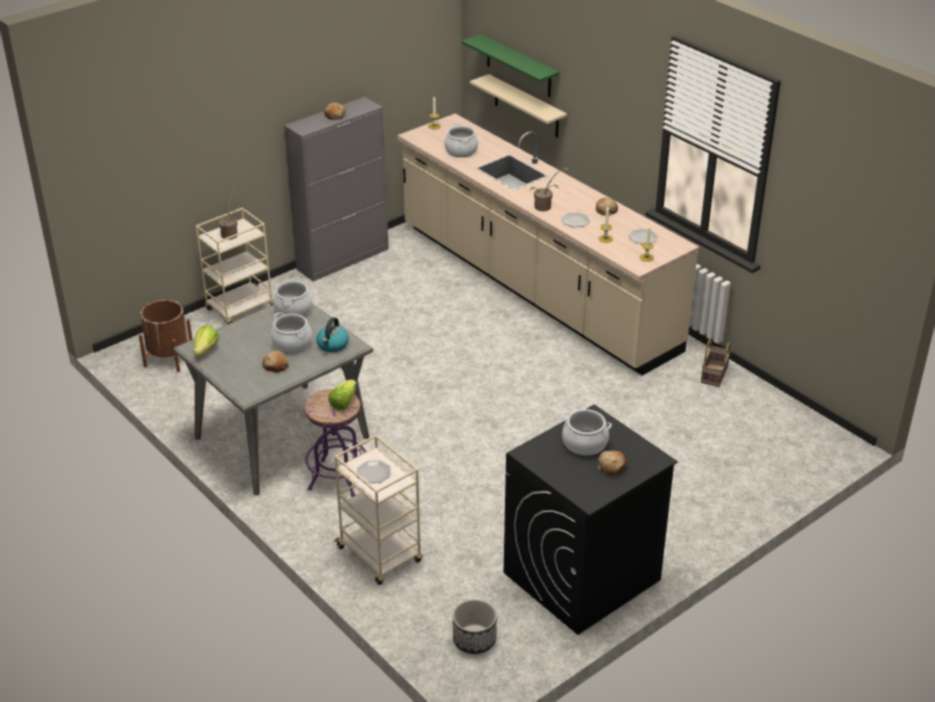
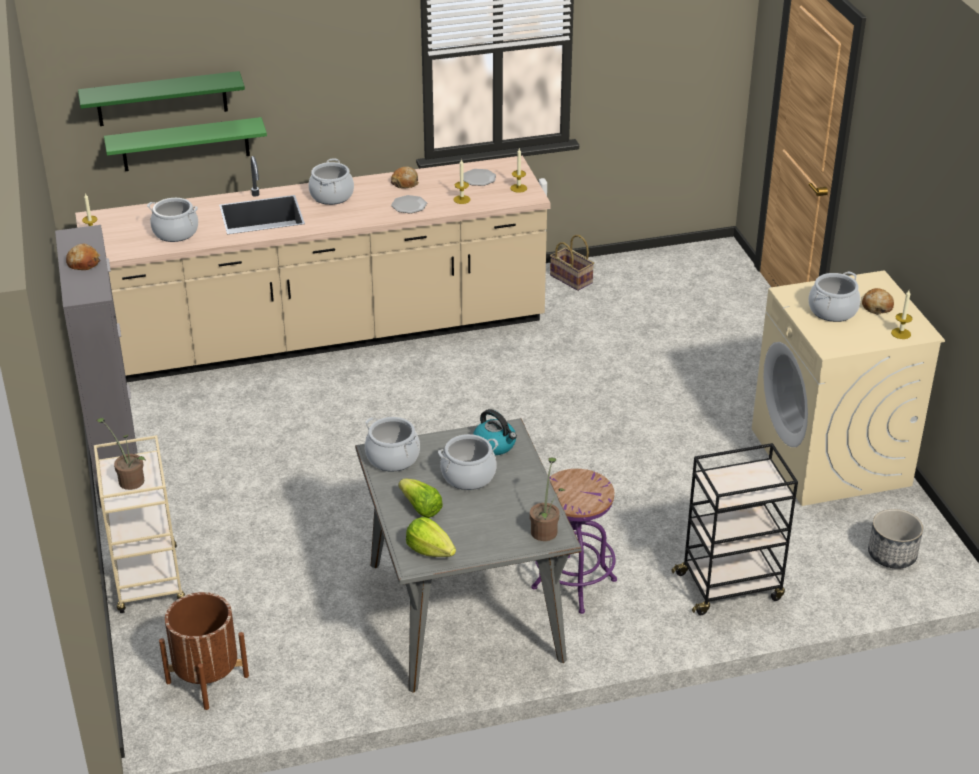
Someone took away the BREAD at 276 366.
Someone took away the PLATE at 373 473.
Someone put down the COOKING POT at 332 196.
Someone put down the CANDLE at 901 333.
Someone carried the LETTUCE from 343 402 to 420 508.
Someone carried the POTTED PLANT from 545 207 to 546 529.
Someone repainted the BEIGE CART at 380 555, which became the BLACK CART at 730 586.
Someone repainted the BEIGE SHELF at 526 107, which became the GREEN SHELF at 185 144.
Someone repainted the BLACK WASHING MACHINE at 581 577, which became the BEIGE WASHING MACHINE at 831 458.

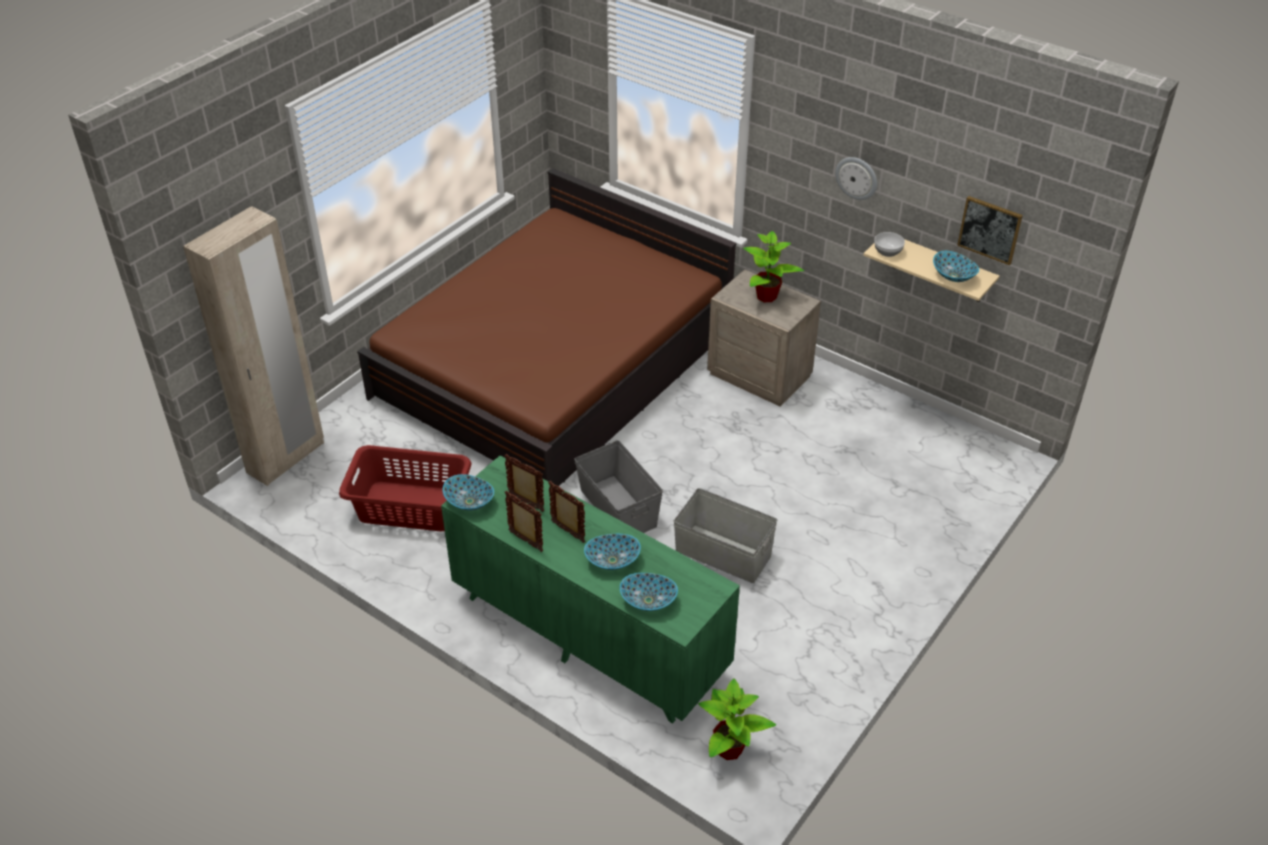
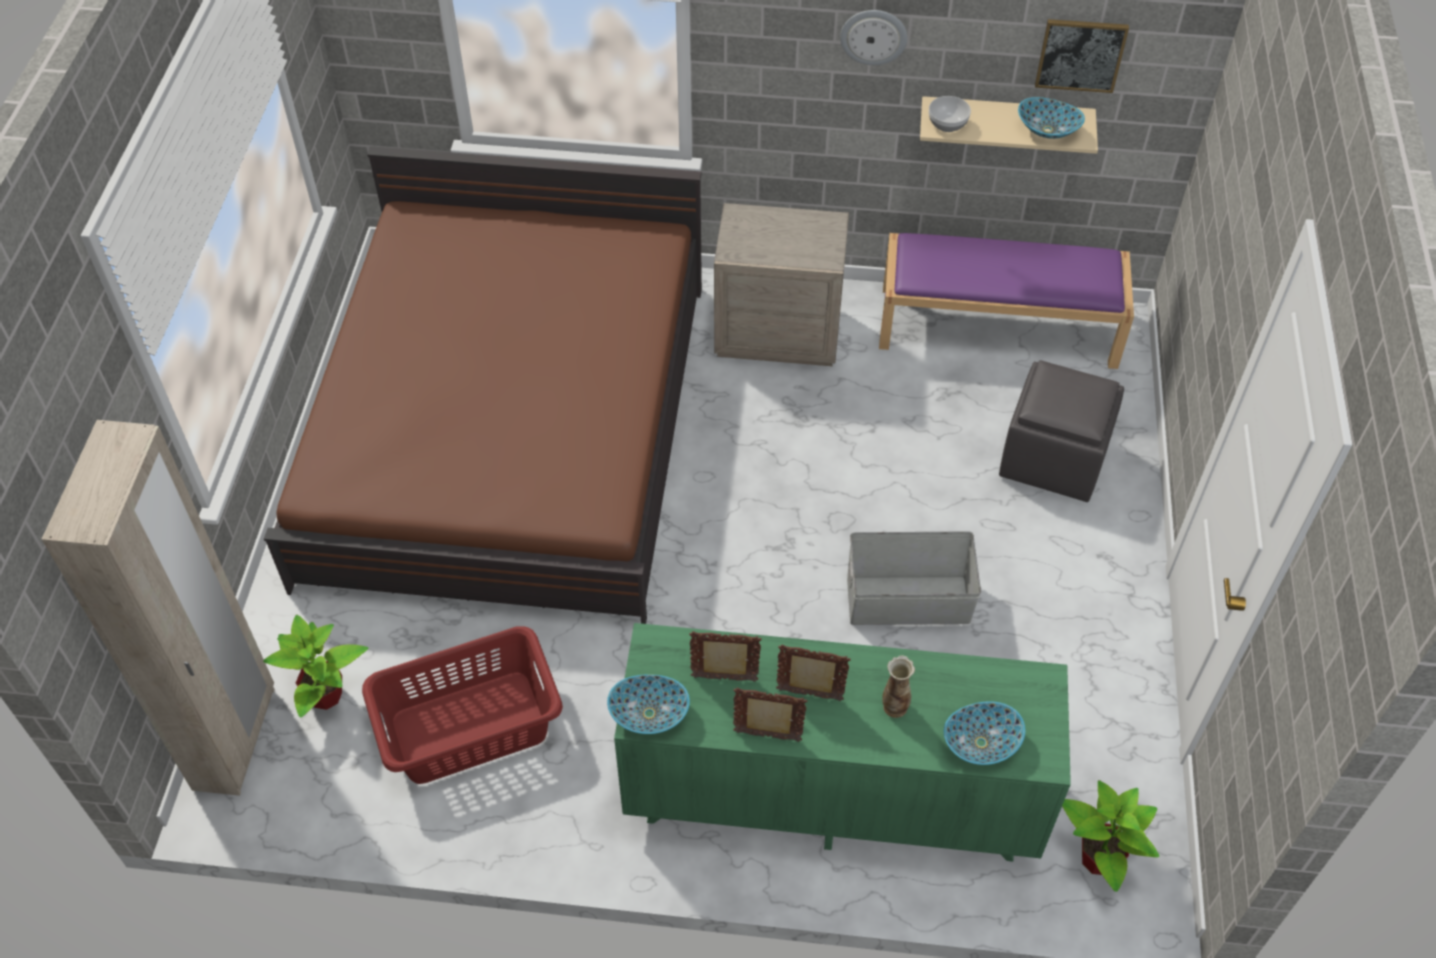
Someone took away the GREY STORAGE BOX at 618 507.
Someone put down the PURPLE BENCH at 999 326.
Someone put down the GREY OTTOMAN at 1054 457.
Someone carried the POTTED PLANT from 766 296 to 326 696.
Someone swapped the BOWL at 612 560 for the VASE at 894 708.

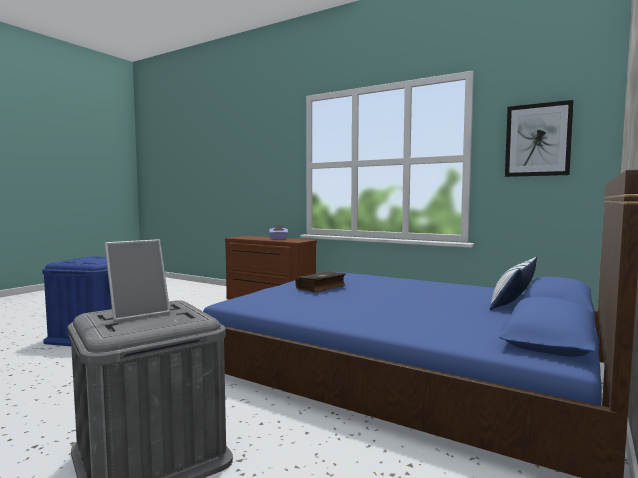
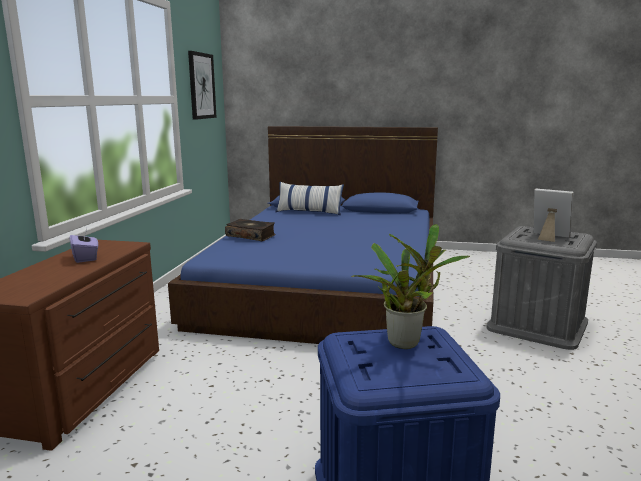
Someone put down the POTTED PLANT at 407 342.
Someone carried the BOOK from 322 287 to 251 236.

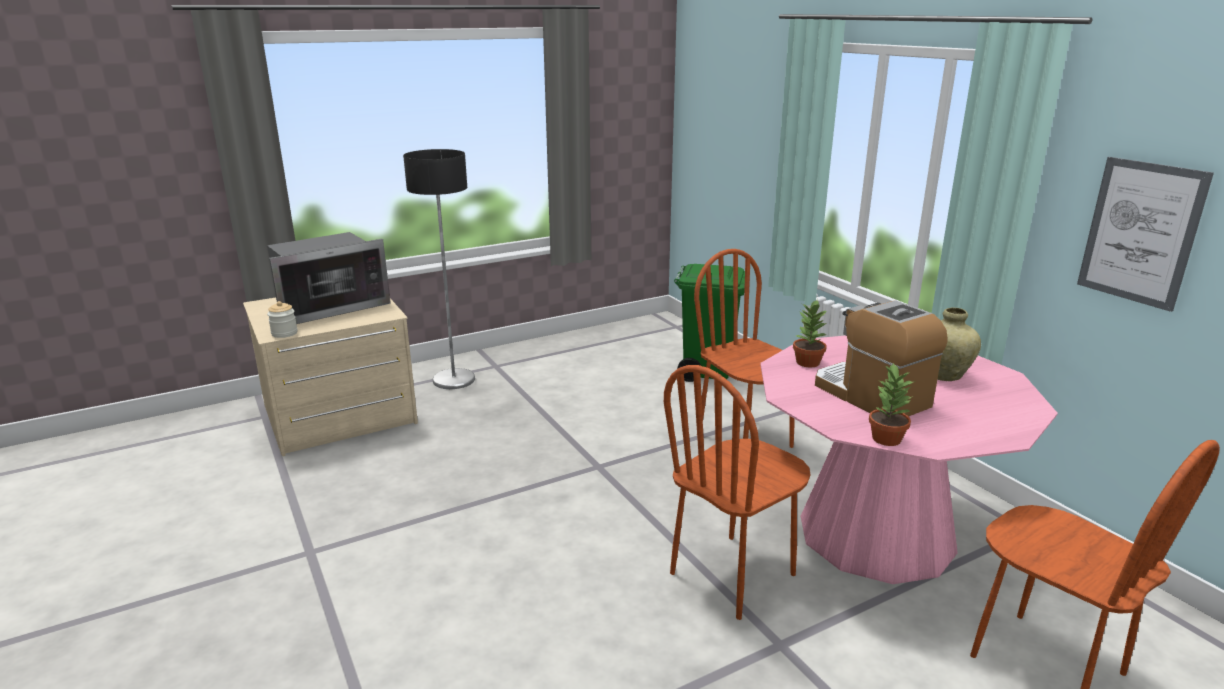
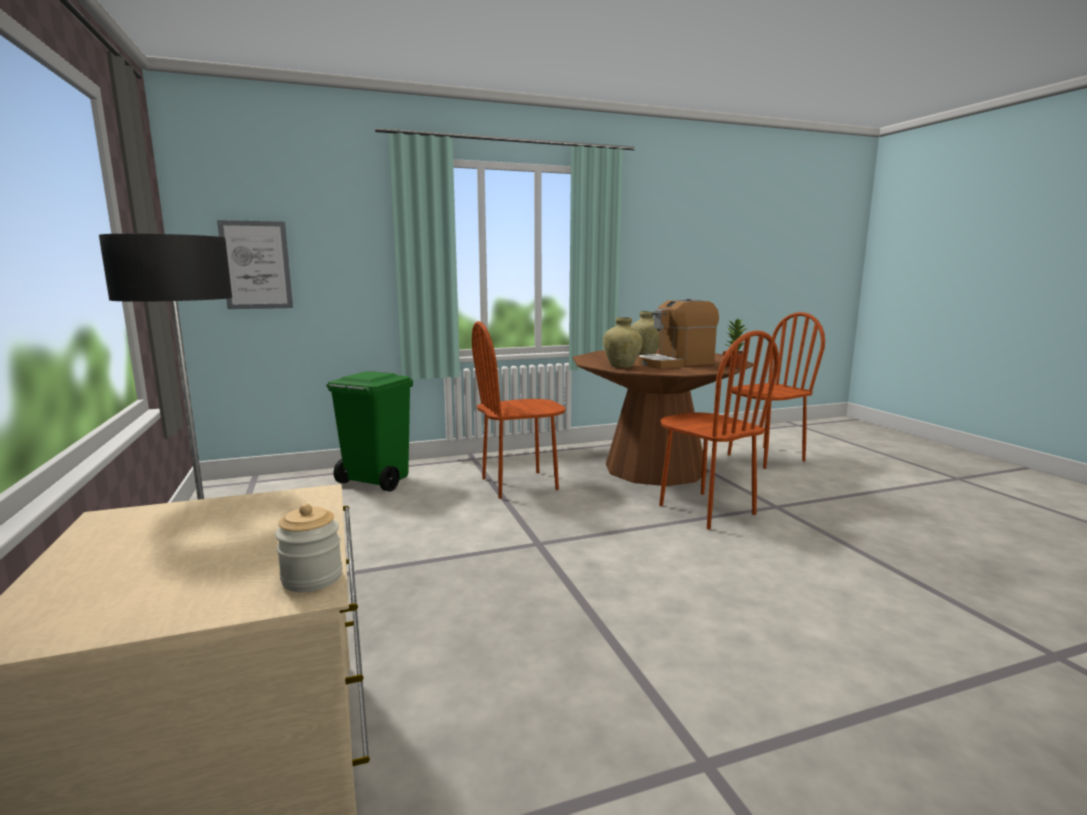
Someone took away the MICROWAVE at 329 307.
Someone carried the PICTURE from 1140 232 to 256 265.
Someone swapped the POTTED PLANT at 807 362 for the BEIGE VASE at 621 366.
Someone repainted the PINK DINING TABLE at 875 534, which became the BROWN DINING TABLE at 655 468.

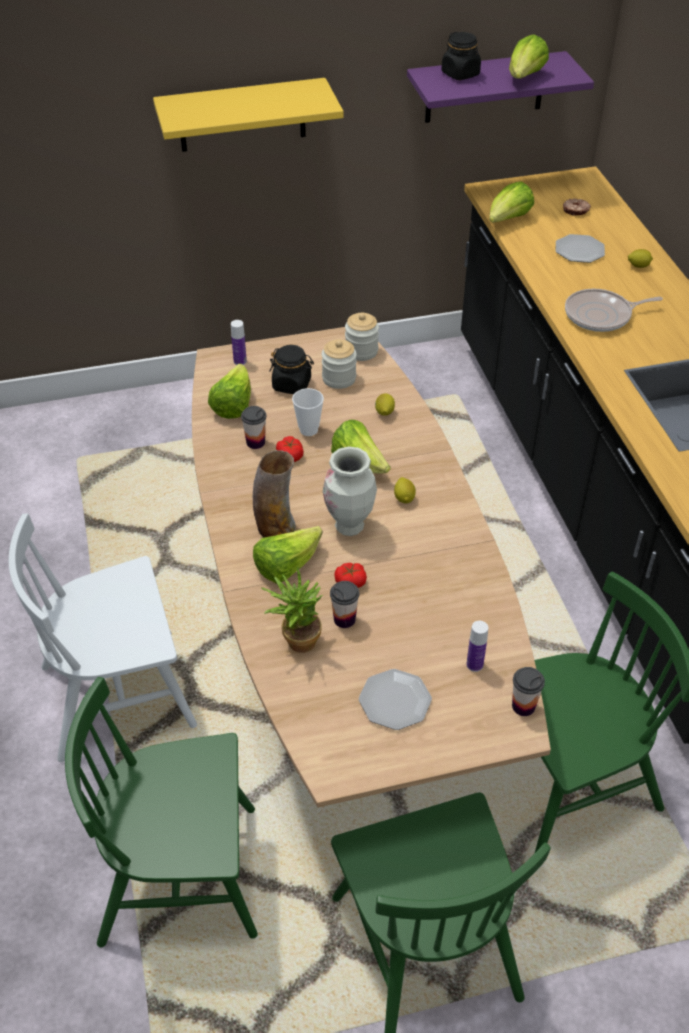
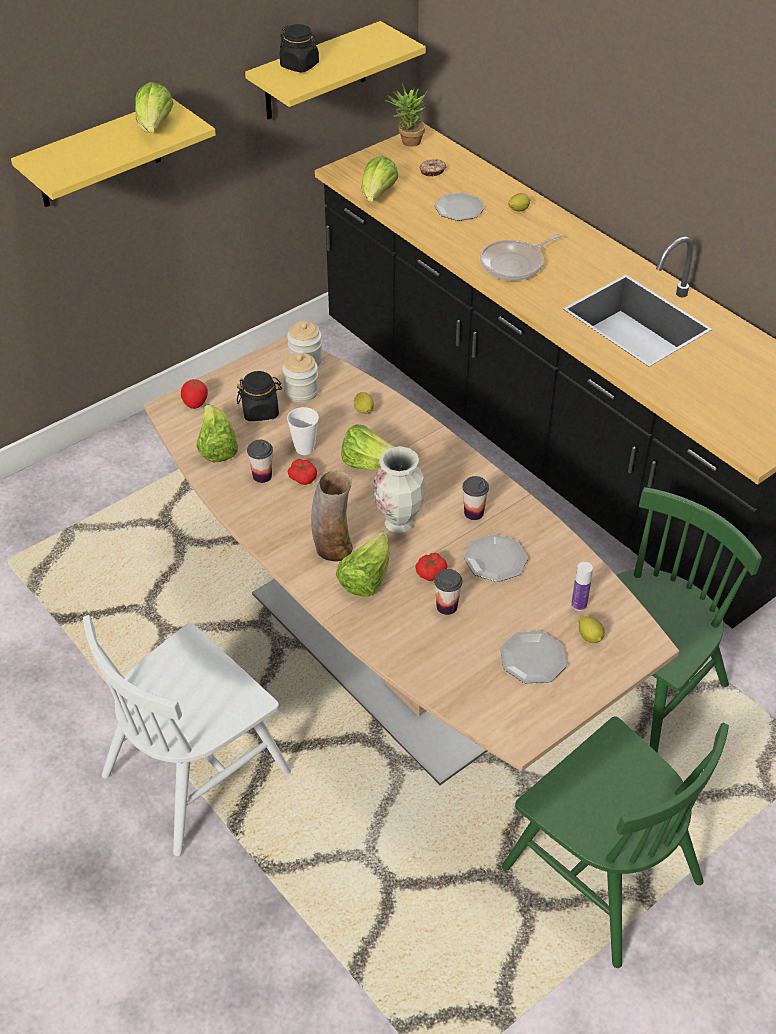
Someone took away the GREEN CHAIR at 181 874.
Someone put down the PLATE at 495 559.
Someone carried the POTTED PLANT from 296 640 to 407 142.
Someone carried the LEMON from 404 498 to 590 637.
Someone carried the LETTUCE from 524 77 to 154 127.
Someone carried the CUP from 523 706 to 473 513.
Someone swapped the BOTTLE at 240 361 for the TOMATO at 195 403.
Someone repainted the PURPLE SHELF at 485 87, which became the YELLOW SHELF at 315 72.

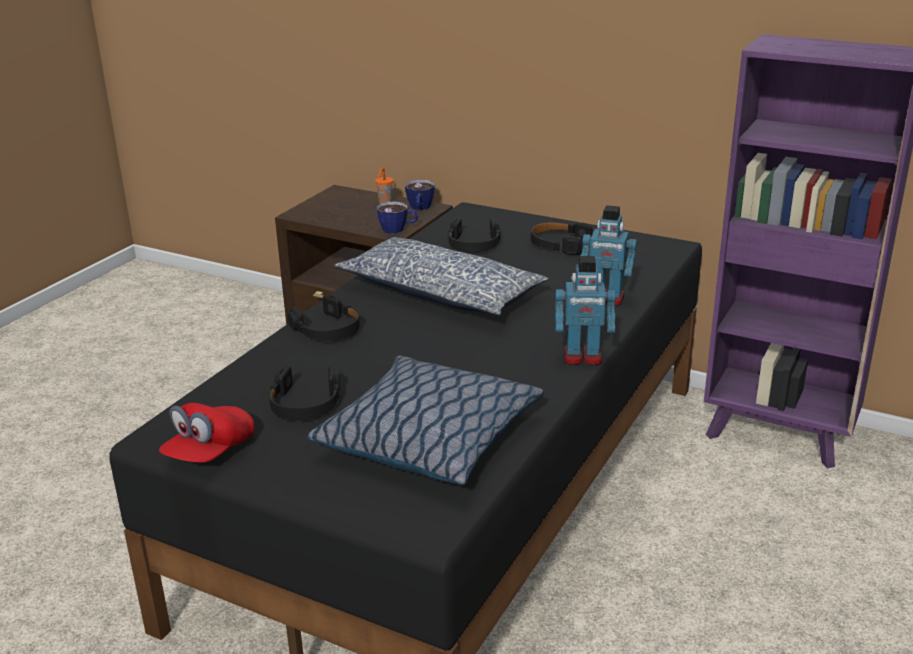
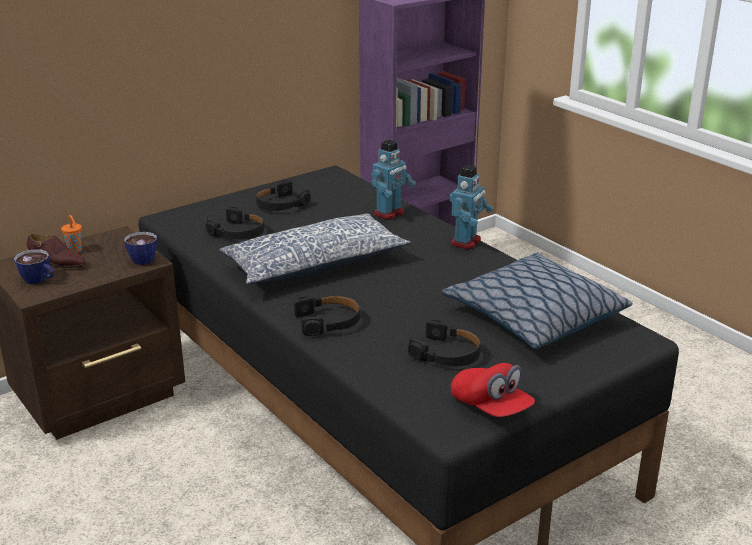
Someone put down the BROWN SHOE at 57 262.
Someone carried the CUP from 420 208 to 39 280.

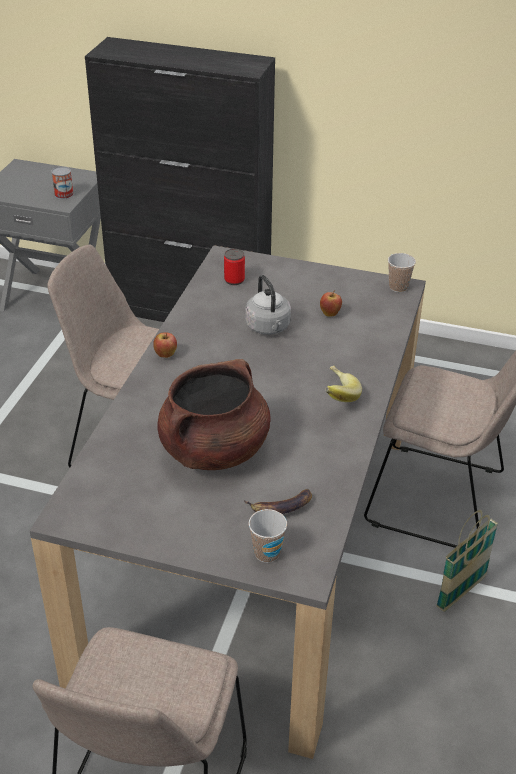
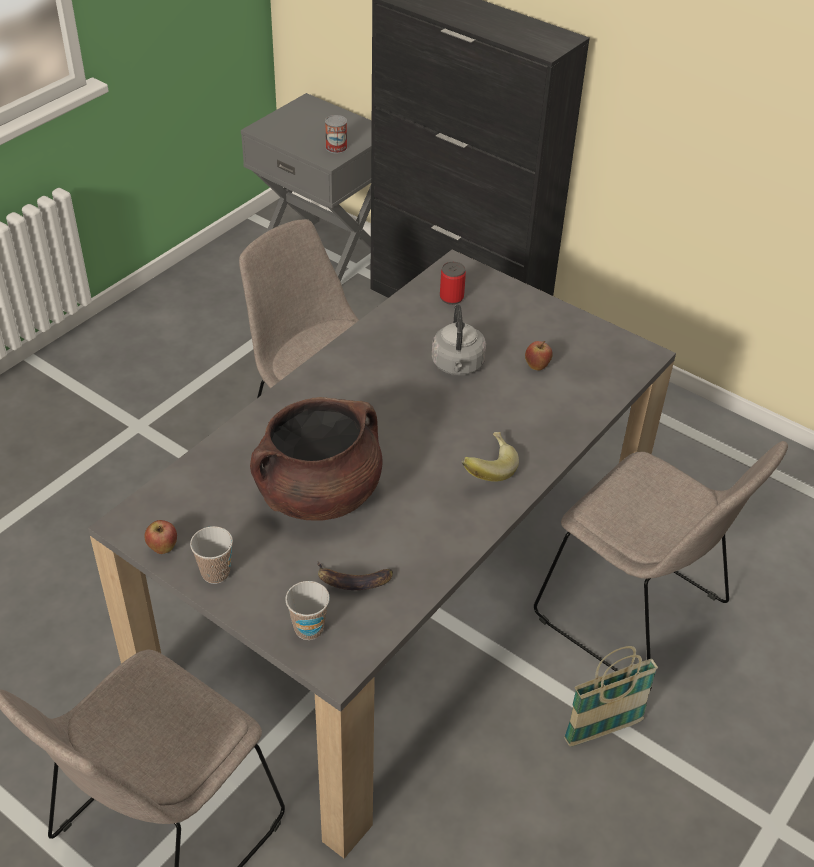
Someone carried the APPLE from 165 355 to 163 548.
Someone carried the CUP from 398 287 to 215 573.

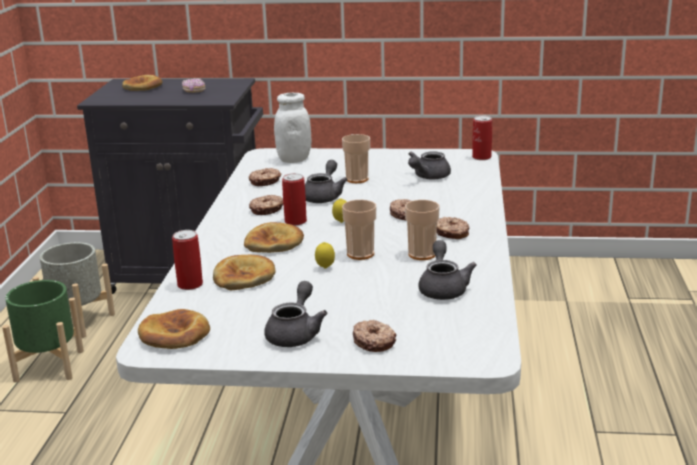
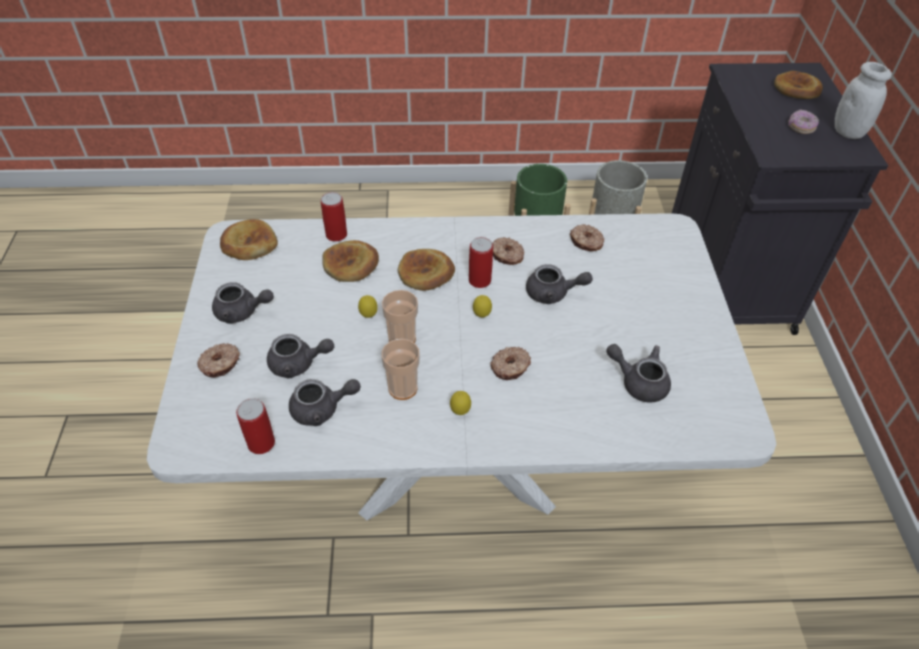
Someone took away the CUP at 357 179.
Someone put down the GREY TEAPOT at 298 364.
Someone carried the WHITE JAR from 294 159 to 848 132.
Someone carried the CAN from 481 157 to 261 443.
Someone swapped the DONUT at 451 233 for the LEMON at 460 412.

